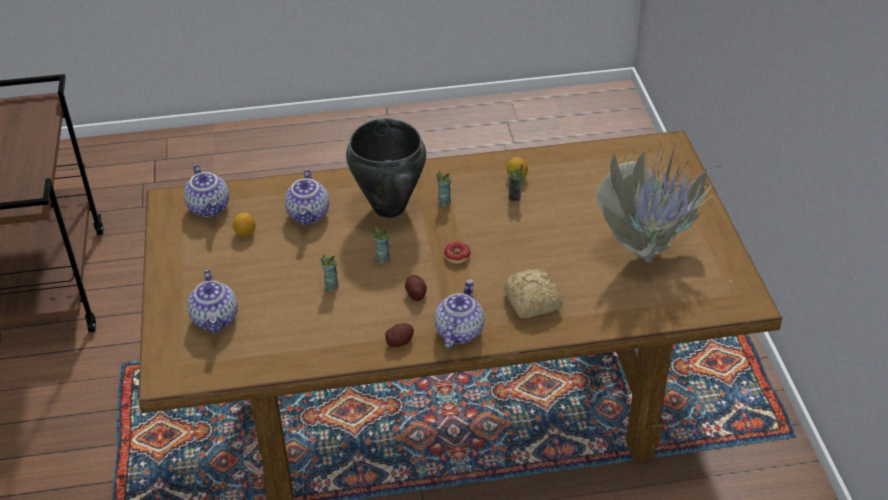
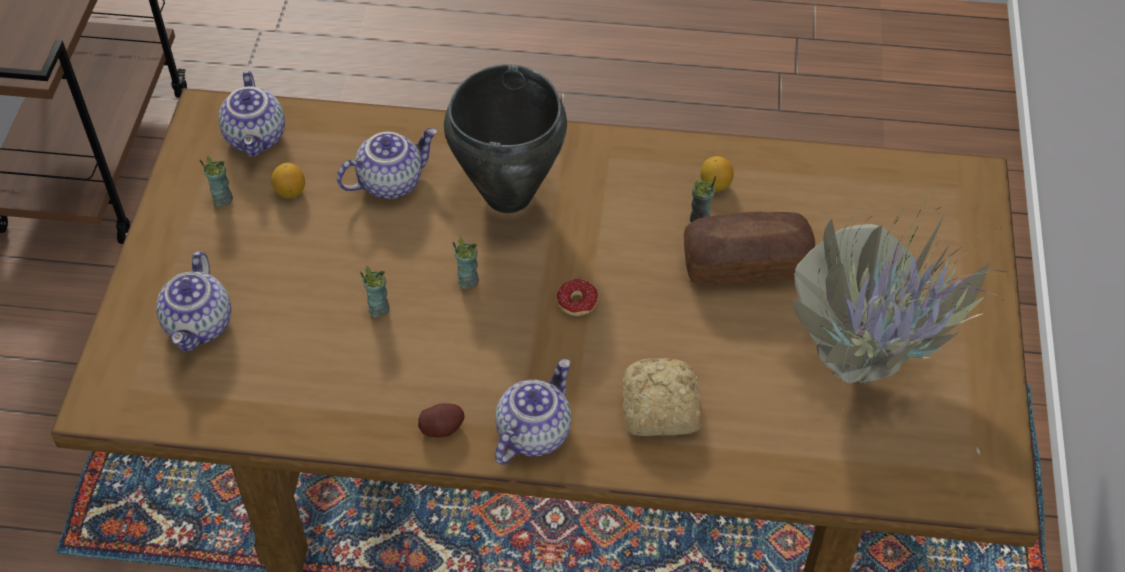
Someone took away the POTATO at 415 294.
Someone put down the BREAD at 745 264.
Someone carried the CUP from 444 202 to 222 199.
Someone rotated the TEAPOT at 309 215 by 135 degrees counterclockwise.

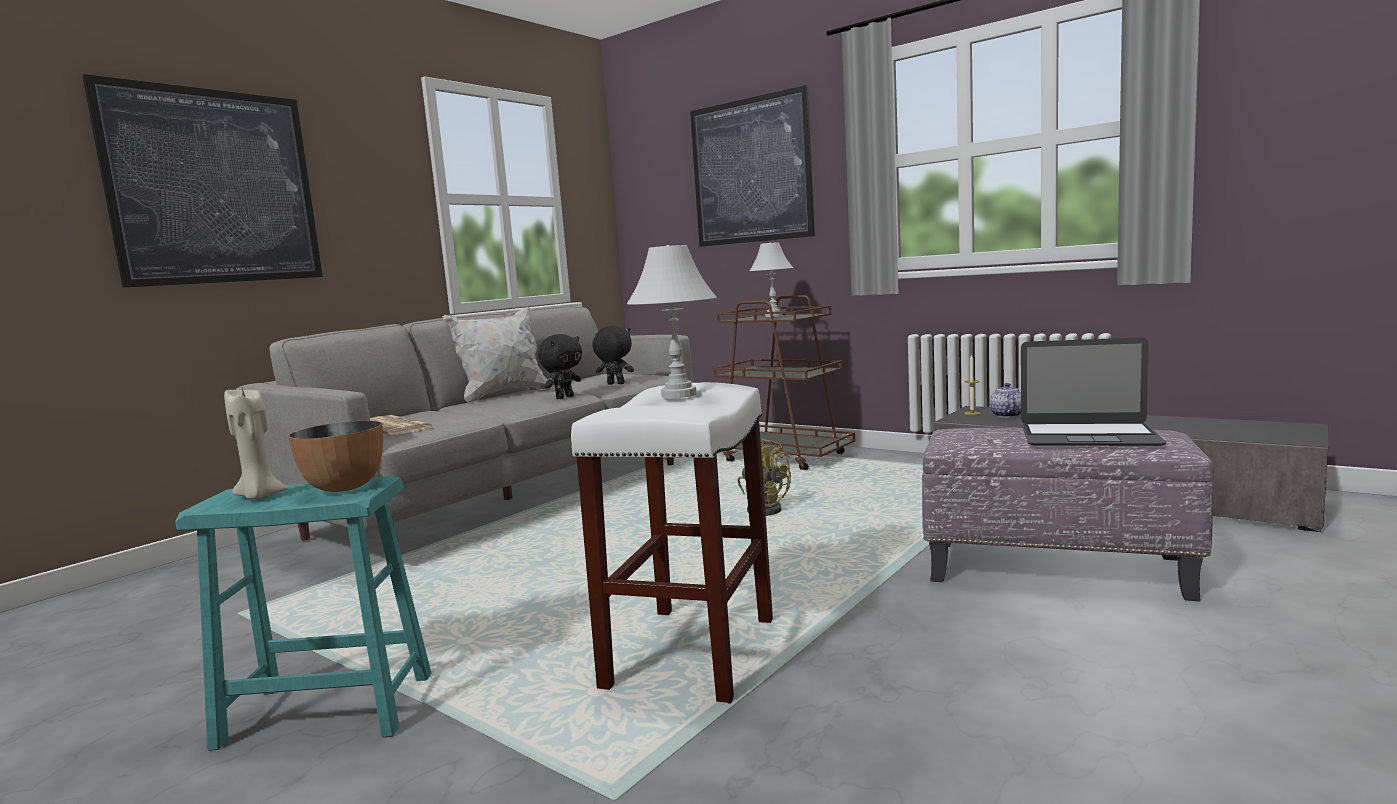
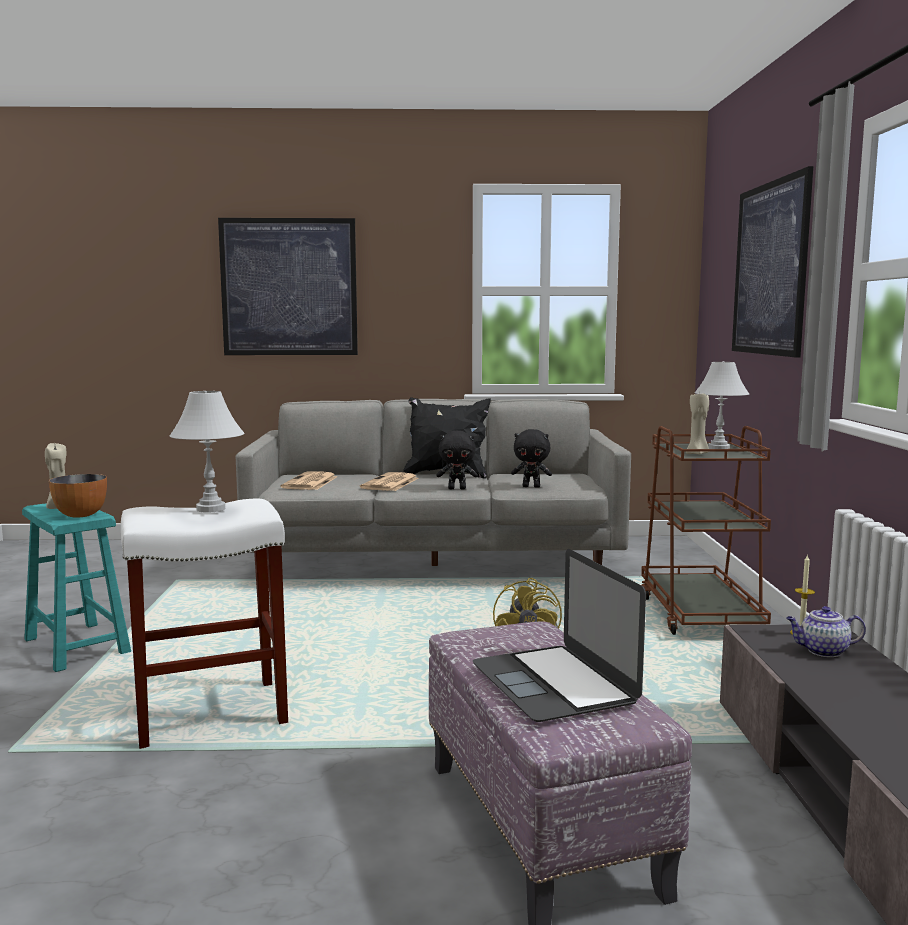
Someone put down the NEWSPAPER at 390 483.
Someone put down the BEIGE CANDLE at 697 454.
Someone repainted the WHITE PILLOW at 503 395, which became the BLACK PILLOW at 447 474.
Someone rotated the BLACK PLUSH TOY at 615 384 by 120 degrees clockwise.
Someone rotated the TEAPOT at 1006 415 by 150 degrees counterclockwise.

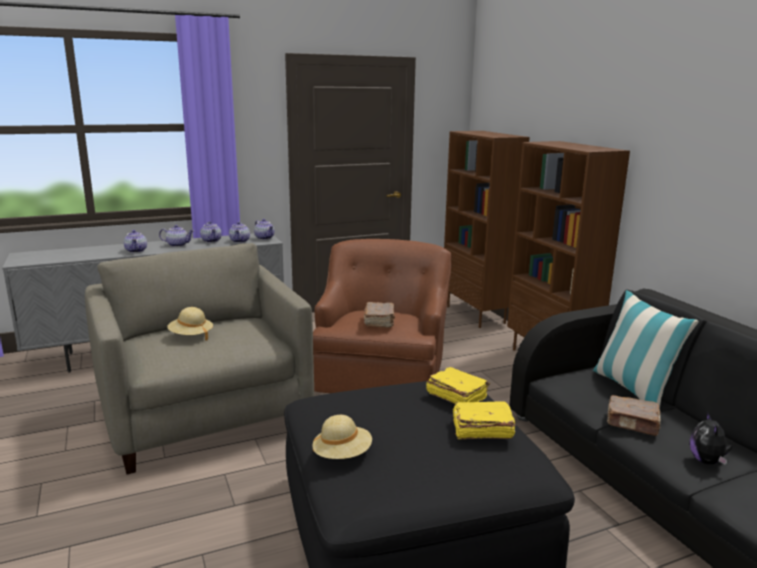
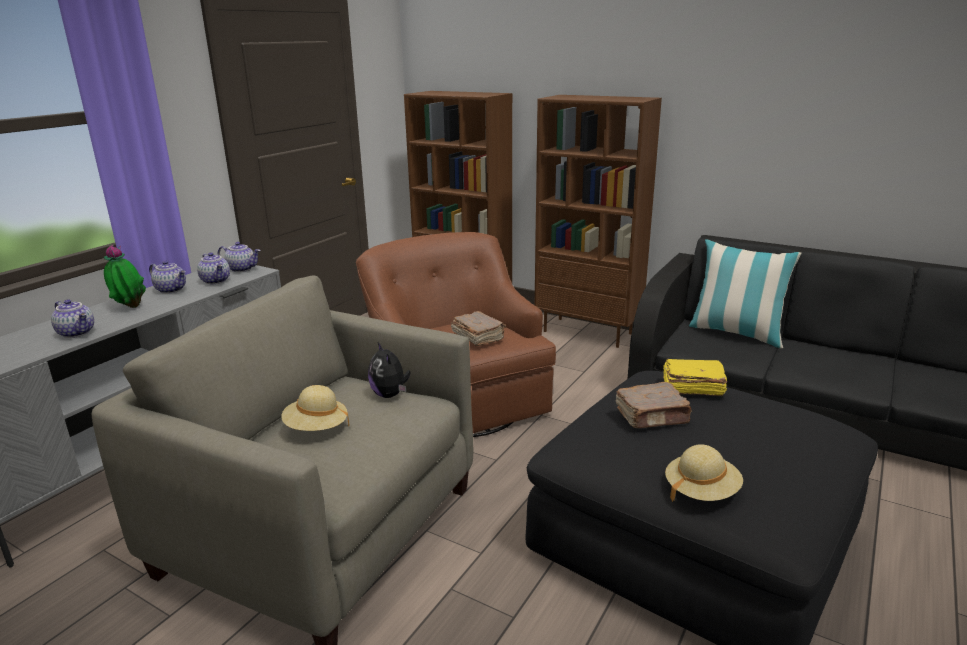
Someone took away the YELLOW BOOK at 481 430.
Someone carried the BROWN BOOK from 633 424 to 652 417.
Someone carried the PLUSH TOY from 707 461 to 390 395.
Someone swapped the TEAPOT at 178 245 for the POTTED PLANT at 129 307.

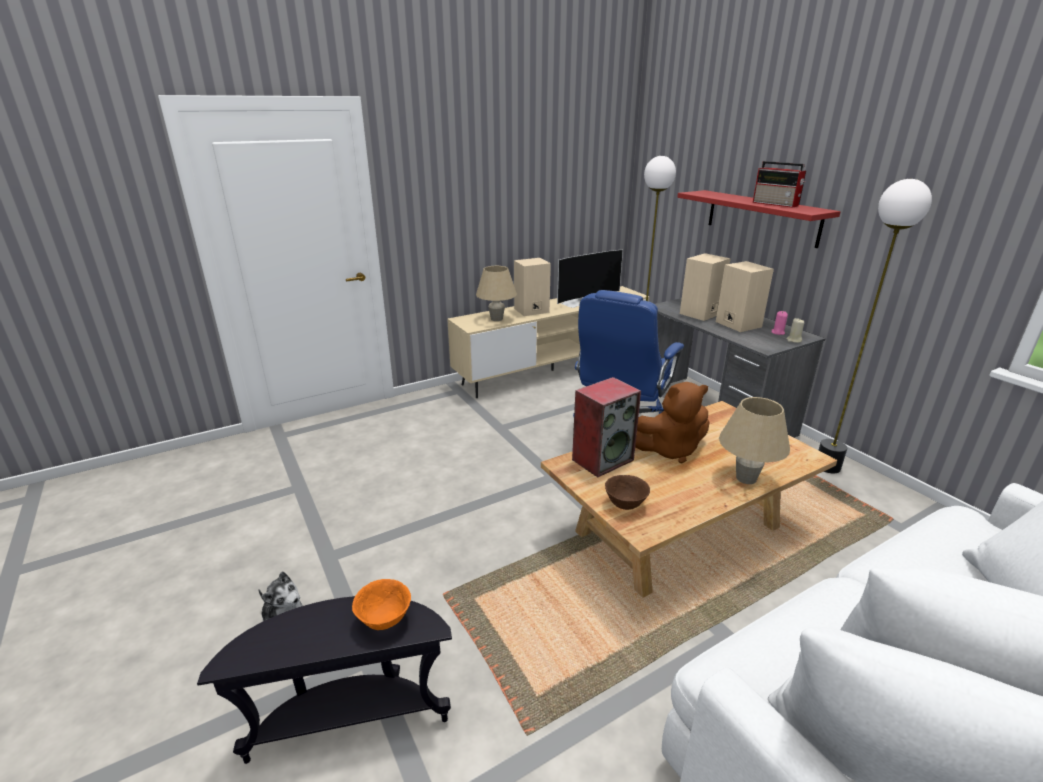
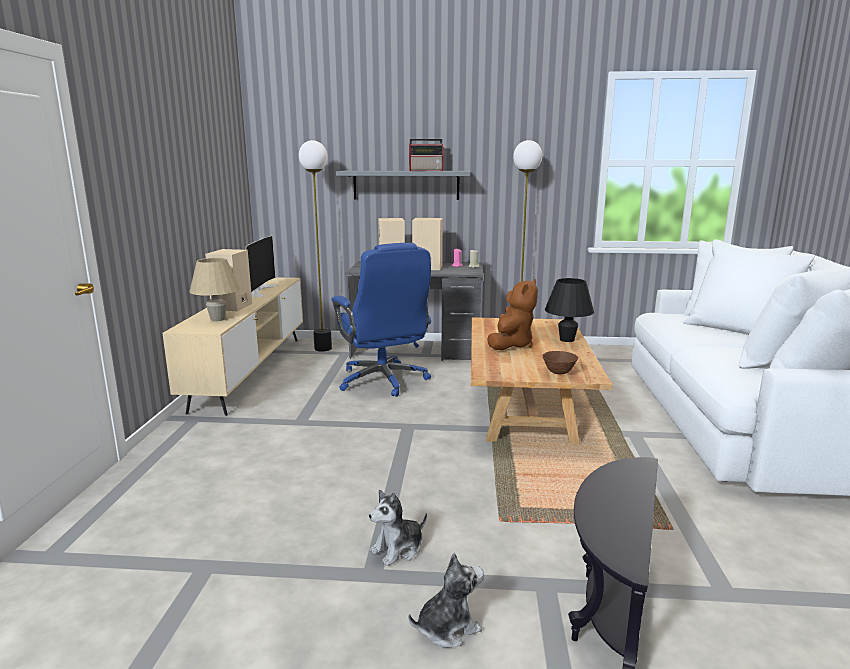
Someone took away the ORANGE BOWL at 384 621.
Someone took away the SPEAKER at 602 459.
Someone put down the PLUSH TOY at 398 549.
Someone repainted the RED SHELF at 762 217, which became the GREY SHELF at 406 185.
Someone repainted the BEIGE TABLE LAMP at 746 478, which became the BLACK TABLE LAMP at 567 340.

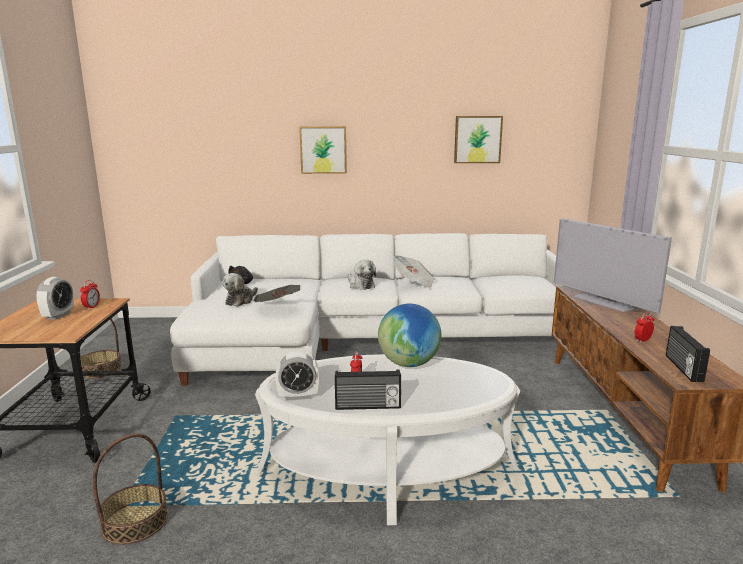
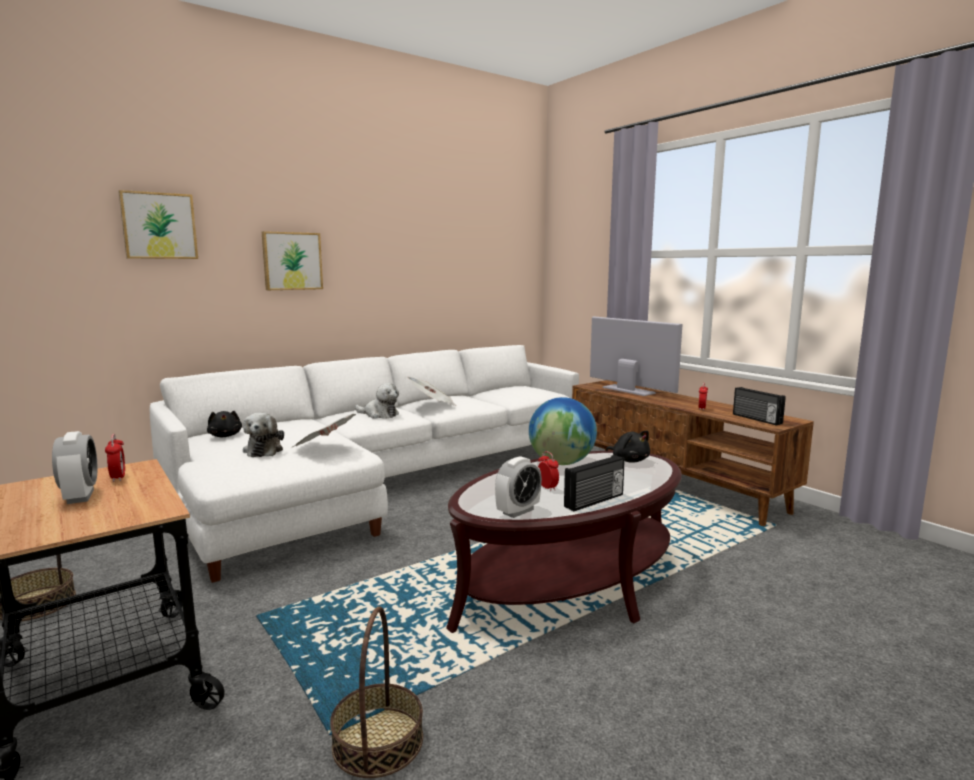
Someone put down the BLACK PLUSH TOY at 629 460.
Someone carried the PICTURE from 477 139 to 159 226.
Someone repainted the WHITE COFFEE TABLE at 387 470, which became the BROWN COFFEE TABLE at 569 581.
Someone rotated the TELEVISION at 604 302 by 150 degrees counterclockwise.

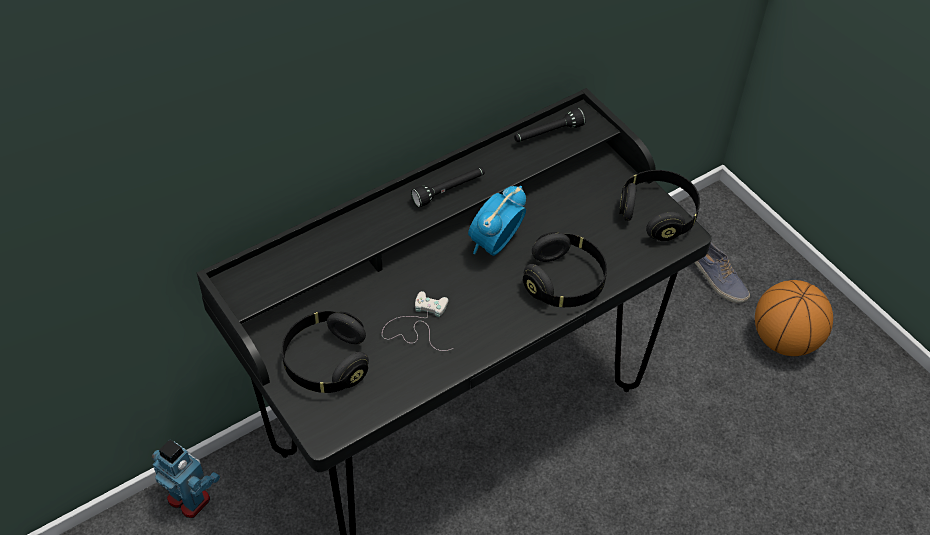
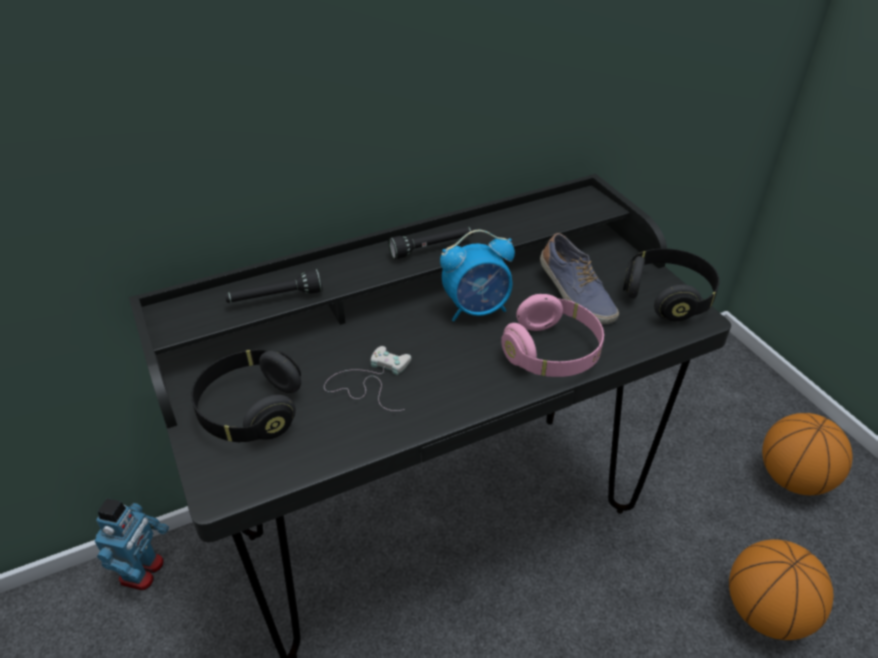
Someone put down the BASKETBALL at 765 612.
Someone carried the BLACK FLASHLIGHT from 547 134 to 275 298.
Someone carried the SHOE from 717 280 to 575 295.
Someone repainted the BLACK HEADPHONES at 564 282, which became the PINK HEADPHONES at 552 353.
Someone rotated the TOY ROBOT at 189 498 by 60 degrees clockwise.
Someone rotated the ALARM CLOCK at 494 244 by 150 degrees counterclockwise.

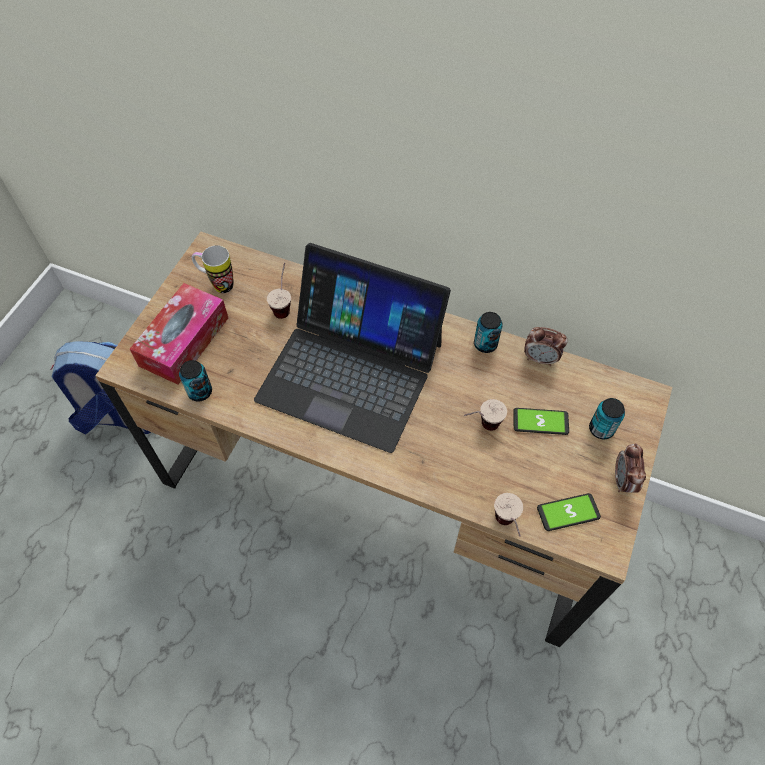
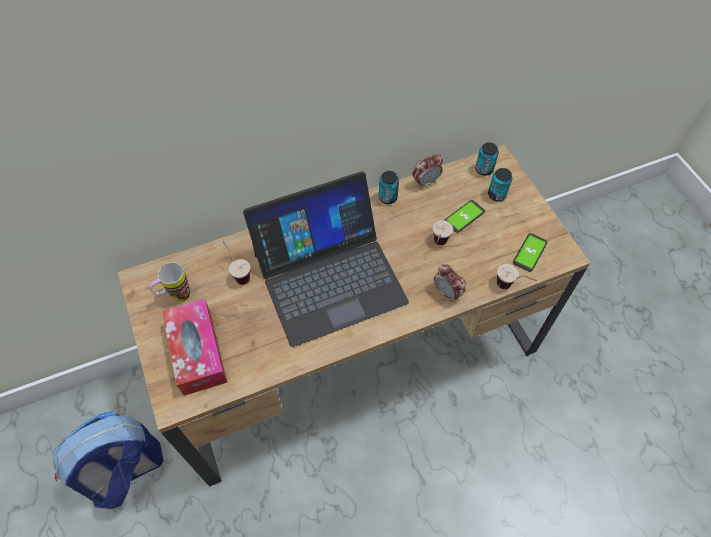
Someone carried the CAN from 200 392 to 484 169.
Someone carried the ALARM CLOCK from 623 481 to 447 293.

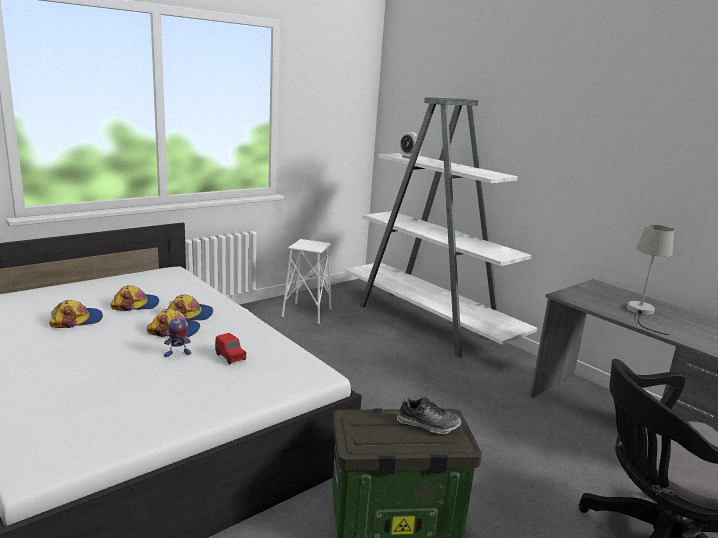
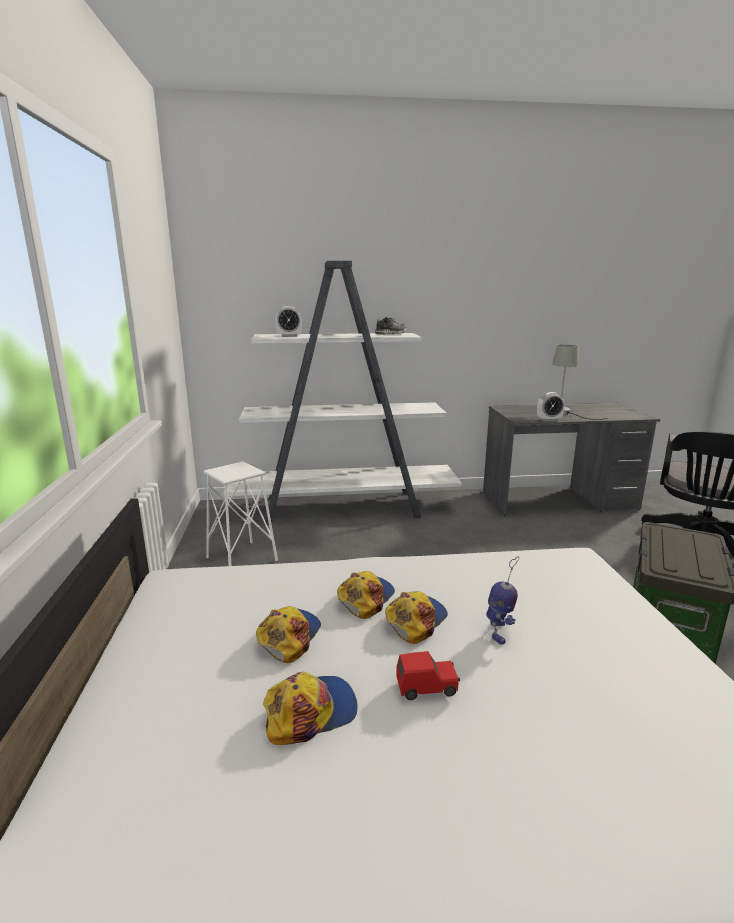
Someone put down the ALARM CLOCK at 549 420.
Someone carried the RED TOY CAR from 230 357 to 427 687.
Someone carried the SHOE from 428 424 to 390 334.
Someone rotated the CAP at 77 320 by 60 degrees clockwise.

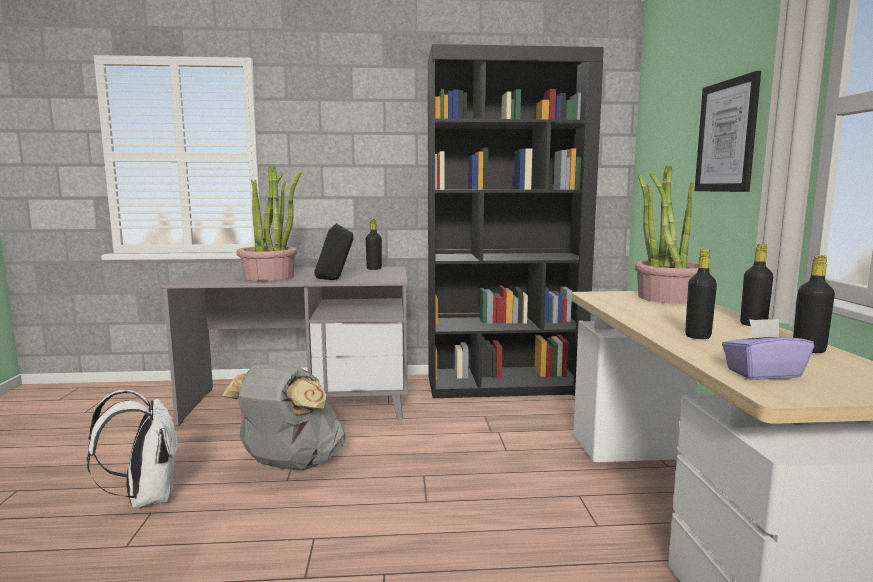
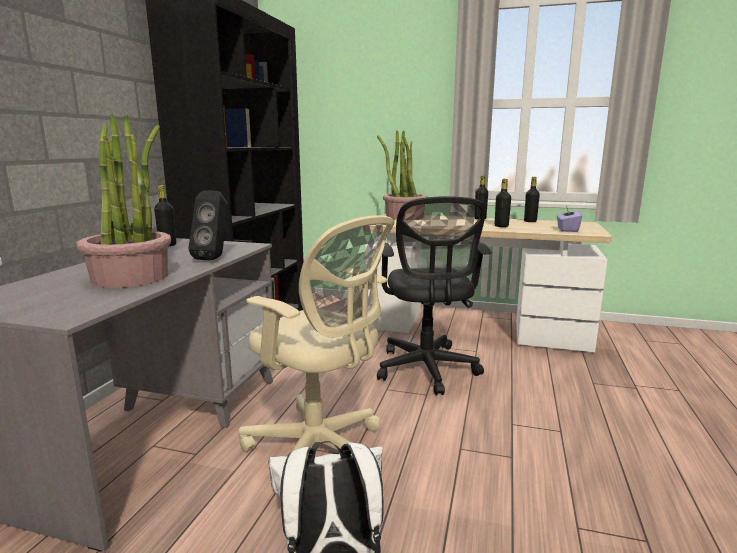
Someone took away the PICTURE at 726 136.
Someone put down the BLACK OFFICE CHAIR at 427 370.
Someone swapped the GREY BACKPACK at 290 464 for the BEIGE OFFICE CHAIR at 320 451.

